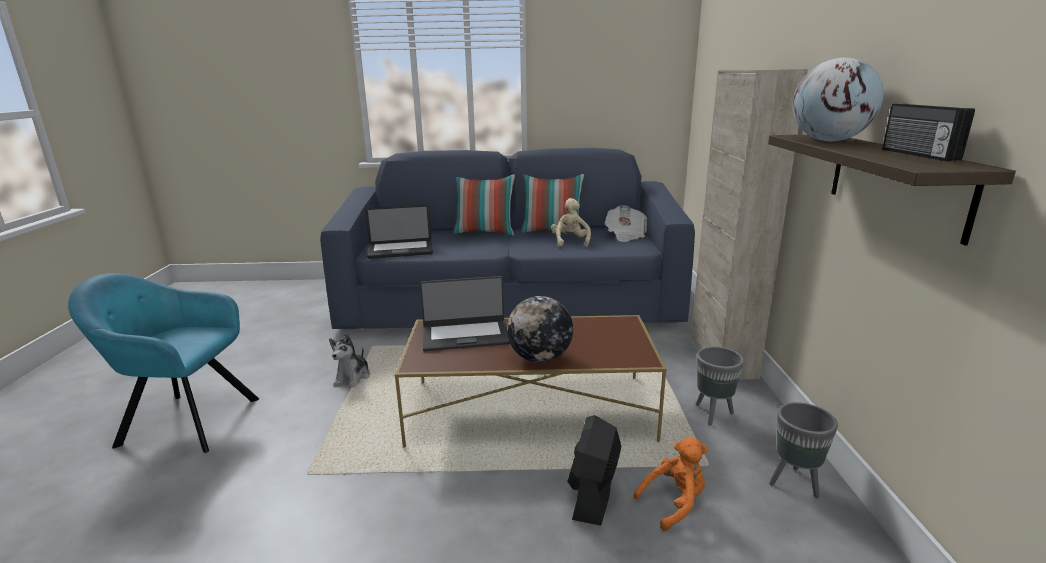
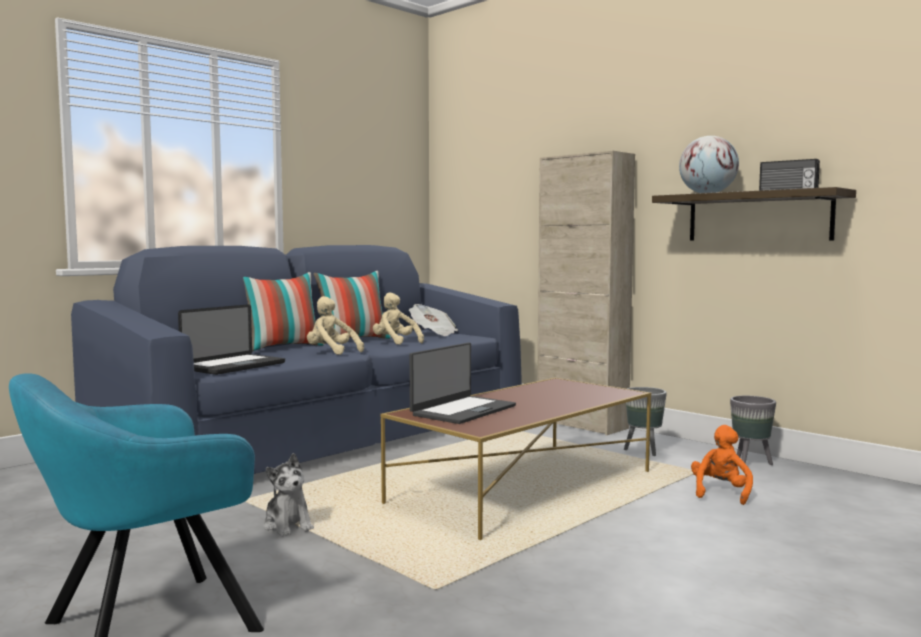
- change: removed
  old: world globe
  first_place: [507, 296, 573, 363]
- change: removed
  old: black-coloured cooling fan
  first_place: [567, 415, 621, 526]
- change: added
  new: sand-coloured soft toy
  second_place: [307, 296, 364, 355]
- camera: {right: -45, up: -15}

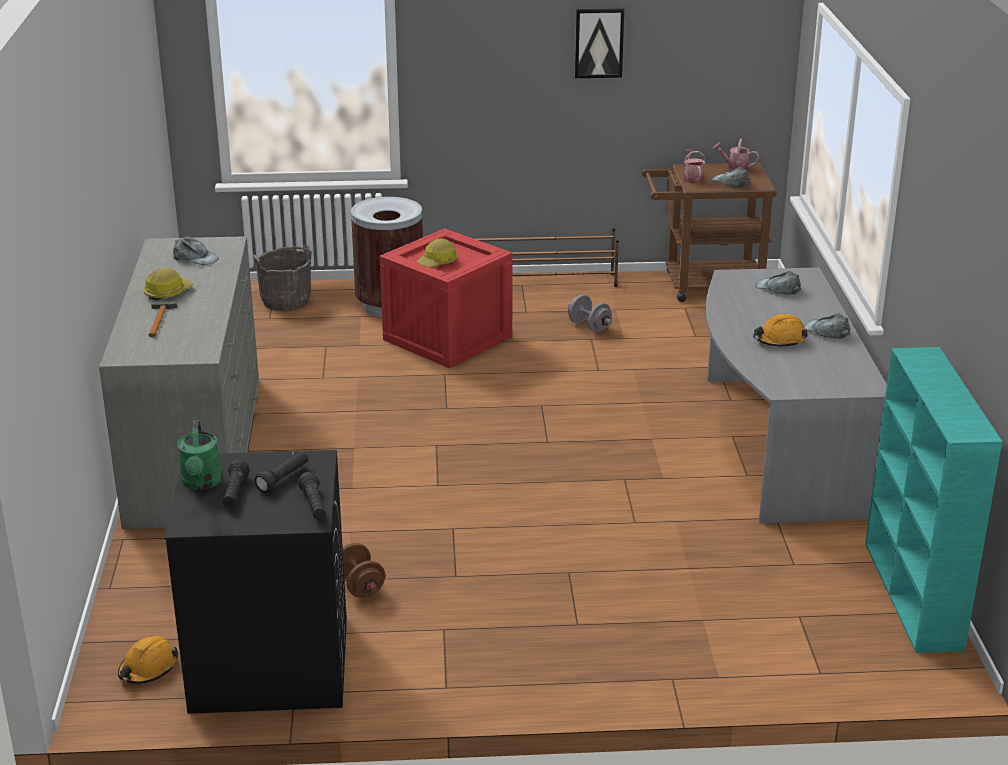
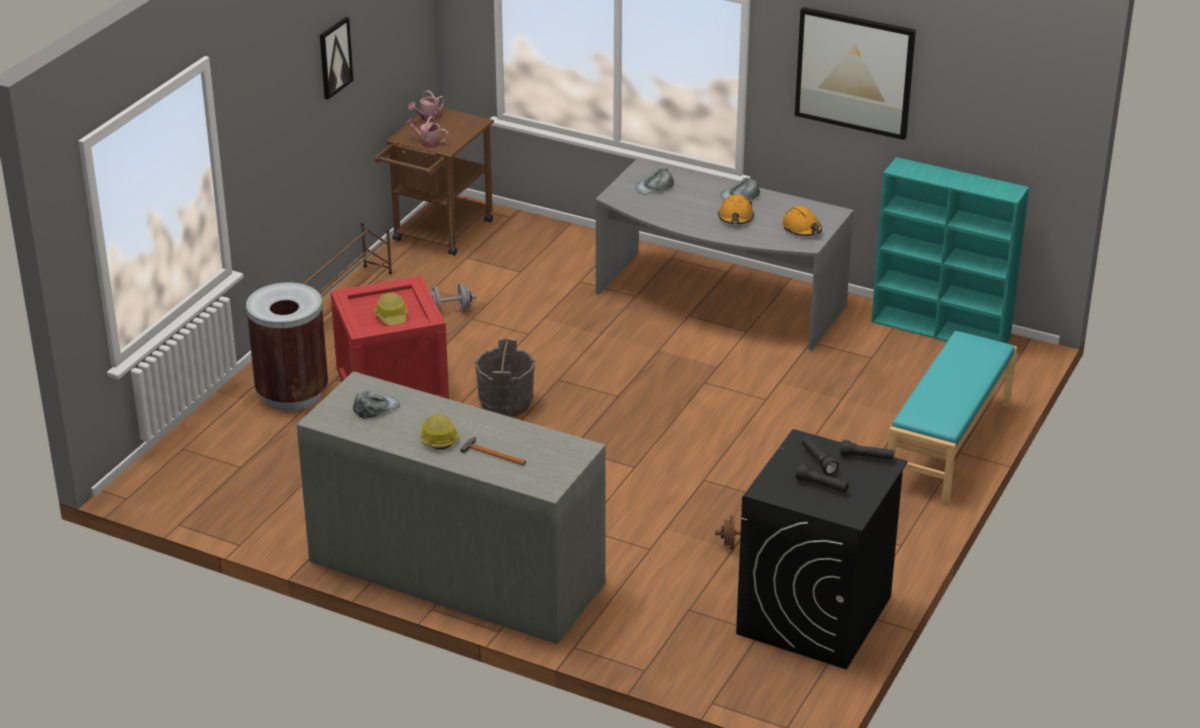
- change: removed
  old: greyish baseball cap
  first_place: [711, 167, 749, 187]
- change: moved
  old: greyish water bucket
  first_place: [253, 245, 312, 311]
  second_place: [475, 339, 535, 417]
- change: removed
  old: greenish watering pot
  first_place: [177, 420, 222, 490]
- change: moved
  old: orange hard hat
  first_place: [118, 636, 179, 684]
  second_place: [782, 206, 822, 236]
- change: added
  new: wall picture
  second_place: [795, 7, 916, 140]
- change: added
  new: turquoise-coloured indoor bench
  second_place: [888, 331, 1017, 507]
- camera: {right: -60, up: 5}

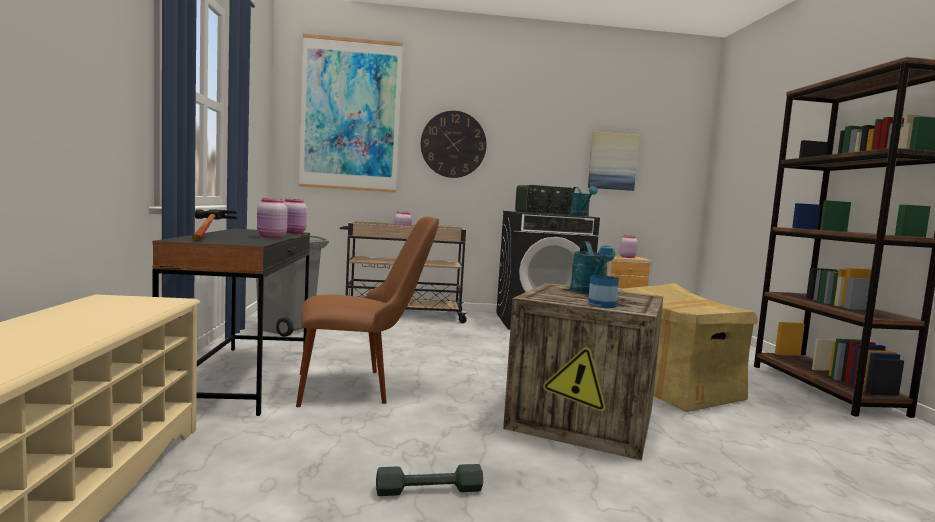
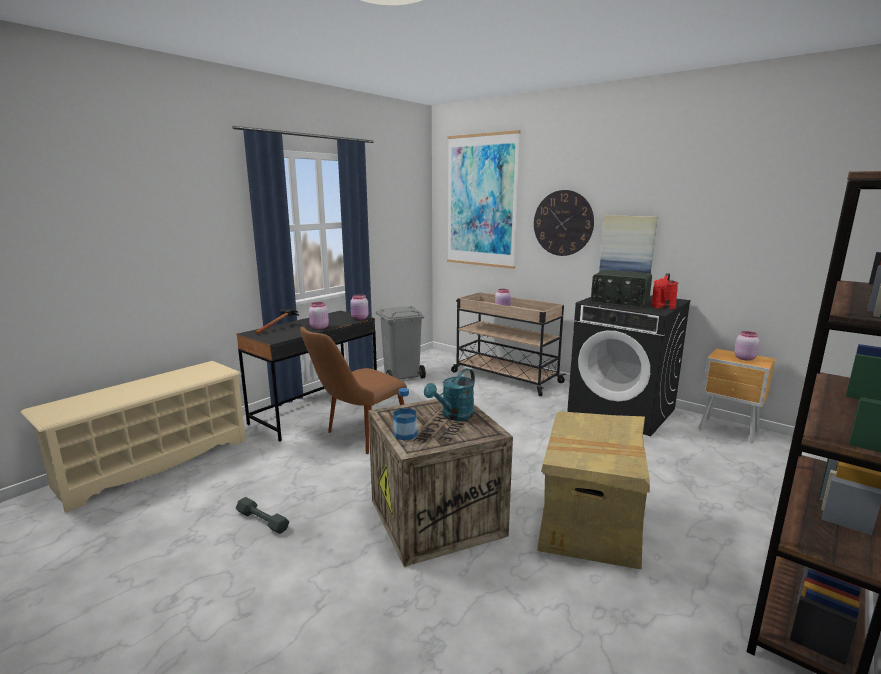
- change: moved
  old: wall picture
  first_place: [588, 132, 639, 191]
  second_place: [599, 215, 657, 274]
- change: recoloured
  old: turquoise-coloured watering pot
  new: reddish watering pot
  first_place: [570, 186, 598, 216]
  second_place: [651, 273, 678, 309]
- change: turned
  old: brown-coloured plain chair
  first_place: [296, 217, 439, 407]
  second_place: [300, 327, 407, 454]
  degrees: 105
- camera: {right: 45, up: 10}

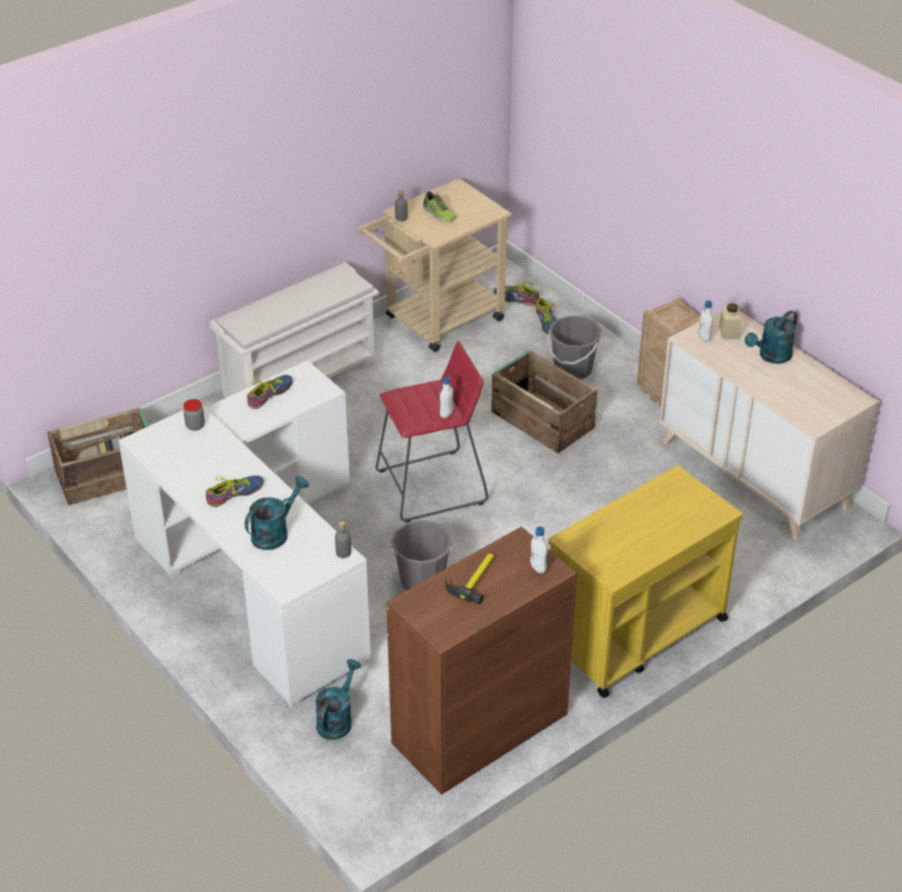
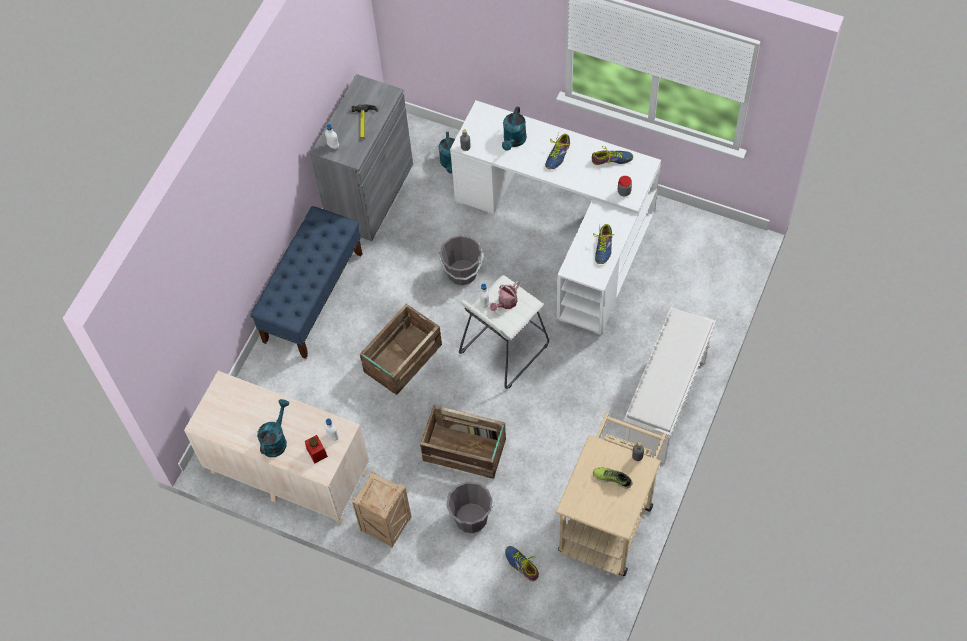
- change: moved
  old: item of footwear
  first_place: [494, 281, 539, 306]
  second_place: [592, 146, 633, 165]
- change: recoloured
  old: sand-coloured jar
  new: reddish jar
  first_place: [719, 303, 742, 339]
  second_place: [305, 435, 328, 464]
- change: recoloured
  old: reddish sitting stool
  new: white-coloured sitting stool
  first_place: [376, 341, 488, 523]
  second_place: [459, 275, 549, 389]
- change: moved
  old: packing crate
  first_place: [47, 408, 148, 505]
  second_place: [360, 304, 442, 395]
- change: replaced
  old: yellow-coloured cart
  new: blue-coloured indoor bench
  first_place: [548, 466, 742, 698]
  second_place: [250, 206, 362, 359]
- change: recoloured
  old: brown-coloured storage cabinet
  new: greyish storage cabinet
  first_place: [386, 526, 577, 795]
  second_place: [310, 74, 413, 241]
- change: added
  new: watering pot
  second_place: [490, 281, 520, 311]
- camera: {right: 155, up: 20}

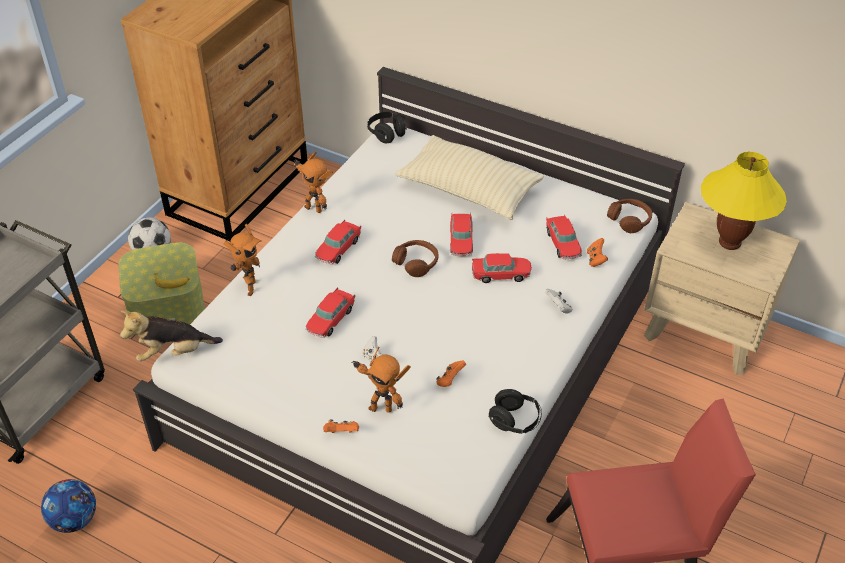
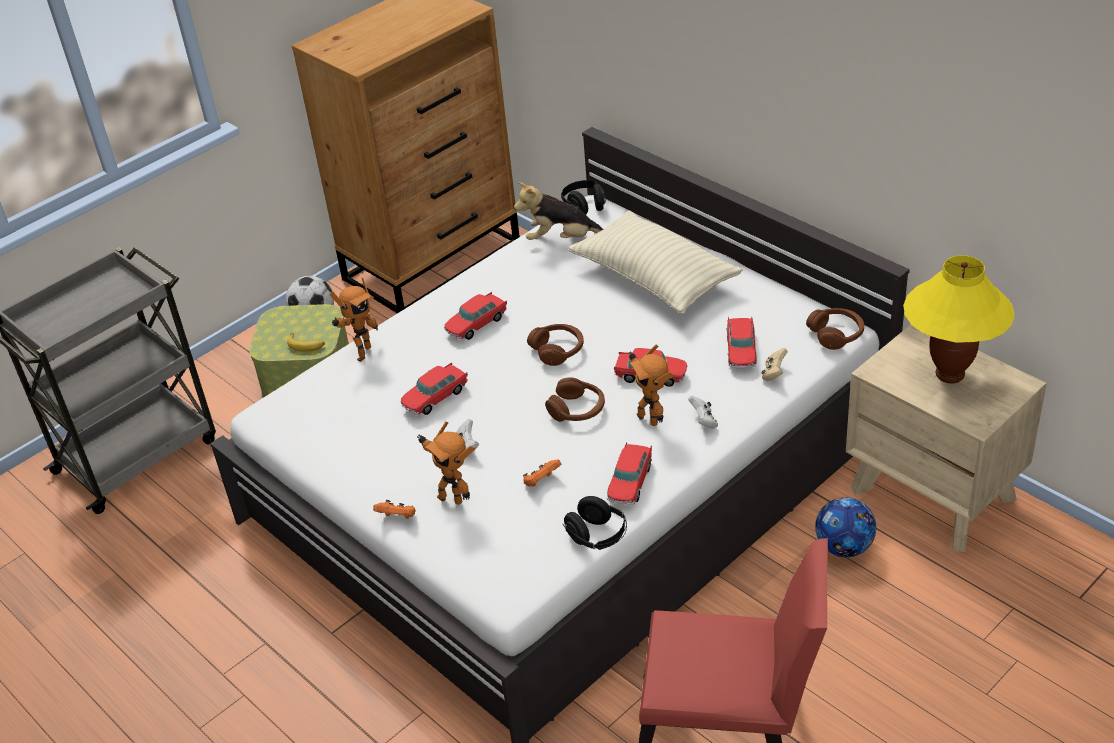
- change: moved
  old: toy robot
  first_place: [295, 152, 333, 213]
  second_place: [629, 345, 674, 426]
- change: moved
  old: model car
  first_place: [450, 213, 473, 256]
  second_place: [607, 442, 652, 505]
- change: recoloured
  old: orange game controller
  new: sand-coloured game controller
  first_place: [587, 238, 608, 267]
  second_place: [761, 348, 788, 381]
- change: moved
  old: soft toy
  first_place: [120, 310, 223, 361]
  second_place: [514, 182, 603, 240]
- change: moved
  old: football ball
  first_place: [41, 479, 96, 533]
  second_place: [815, 497, 876, 557]
- change: added
  new: brown-coloured headset
  second_place: [545, 378, 605, 422]
- camera: {right: 20, up: -5}

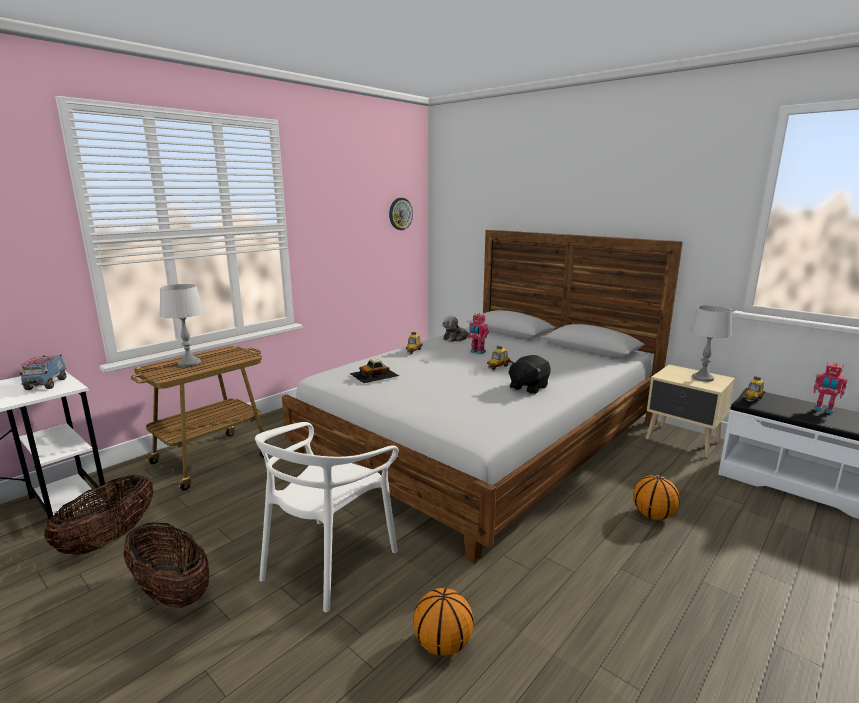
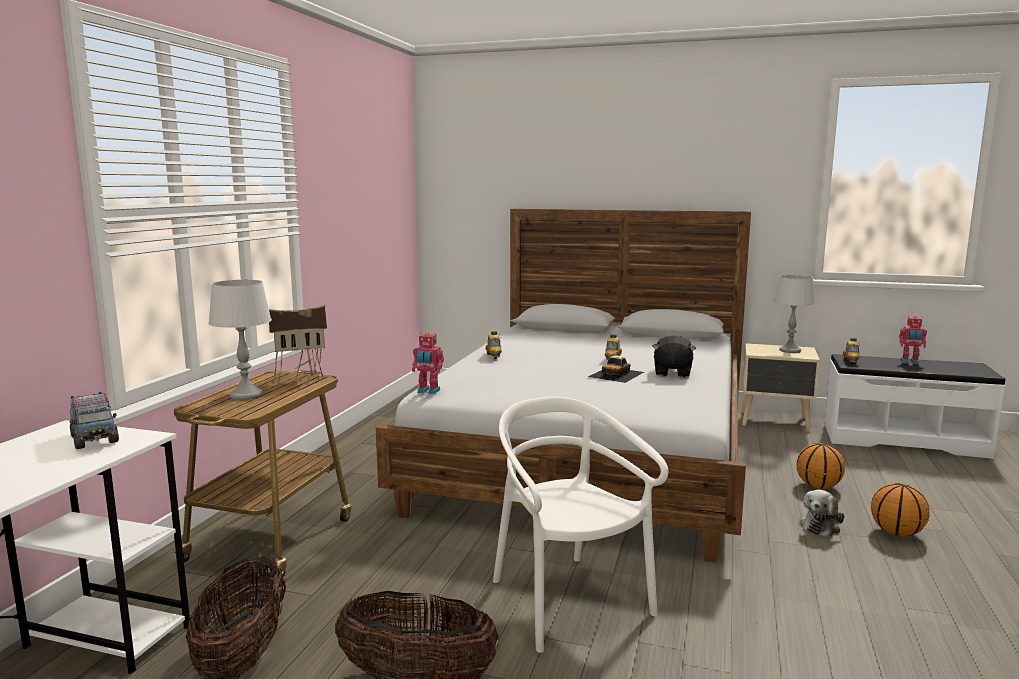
- change: removed
  old: hanging clock
  first_place: [389, 198, 413, 230]
- change: moved
  old: toy robot
  first_place: [467, 313, 489, 354]
  second_place: [412, 332, 444, 394]
- change: moved
  old: soft toy
  first_place: [442, 315, 471, 342]
  second_place: [799, 490, 844, 537]
- change: moved
  old: model car
  first_place: [349, 359, 399, 383]
  second_place: [588, 355, 644, 383]
- change: turned
  old: white-coloured plain chair
  first_place: [255, 422, 399, 612]
  second_place: [493, 396, 668, 653]
  degrees: 150
- change: moved
  old: ball for basketball
  first_place: [413, 588, 474, 656]
  second_place: [871, 483, 930, 537]
- change: added
  new: miniature house
  second_place: [269, 305, 327, 384]
- camera: {right: -25, up: -5}

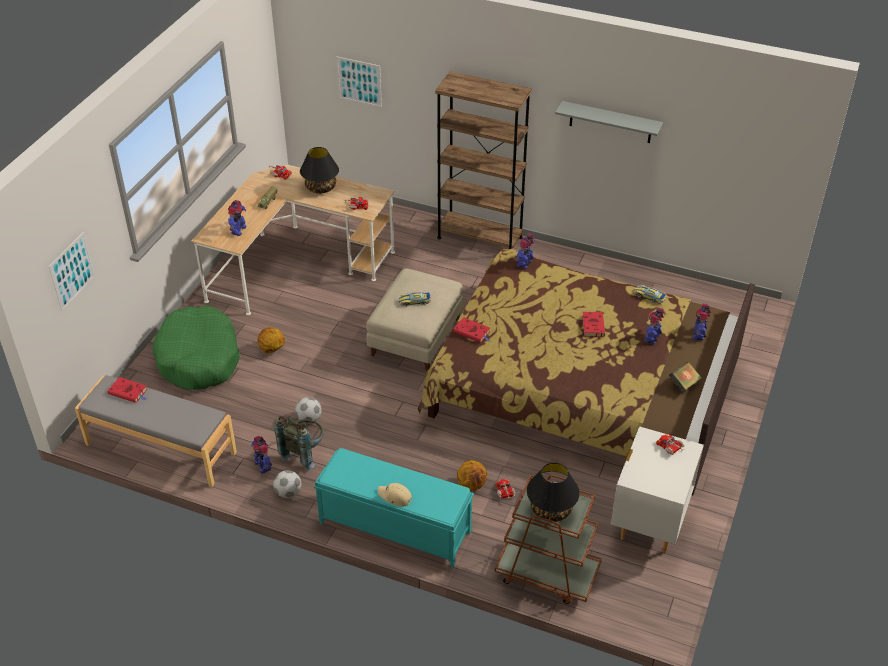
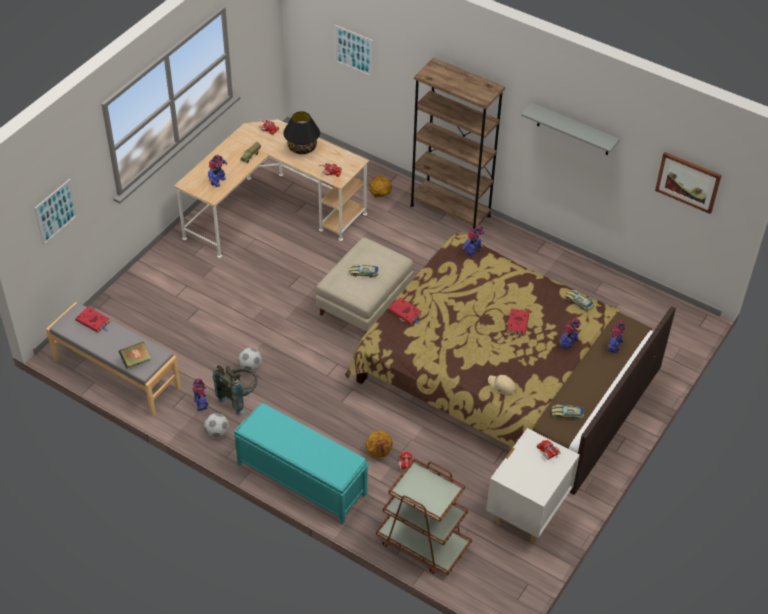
- change: removed
  old: greenish pet bed
  first_place: [153, 306, 240, 390]
- change: moved
  old: ball for basketball
  first_place: [258, 327, 285, 353]
  second_place: [369, 175, 392, 197]
- change: moved
  old: book
  first_place: [669, 362, 701, 392]
  second_place: [118, 341, 151, 369]
- change: removed
  old: black-coloured table lamp
  first_place: [527, 463, 580, 522]
- change: moved
  old: sand-coloured baseball cap
  first_place: [378, 483, 412, 507]
  second_place: [488, 375, 516, 396]
- change: added
  new: wall picture
  second_place: [655, 152, 722, 214]
- change: added
  new: model car
  second_place: [551, 405, 584, 420]
- camera: {right: 10, up: 5}

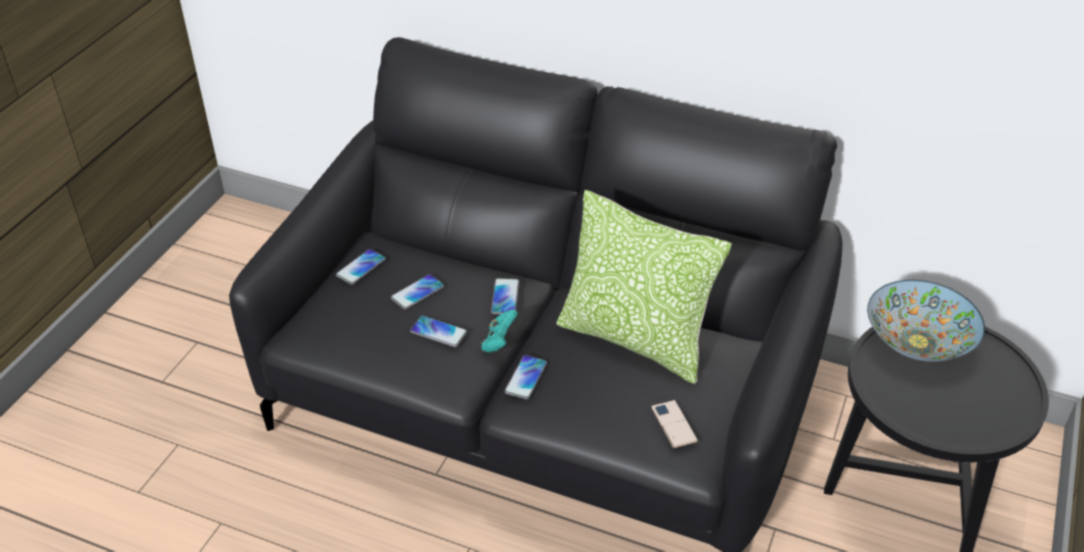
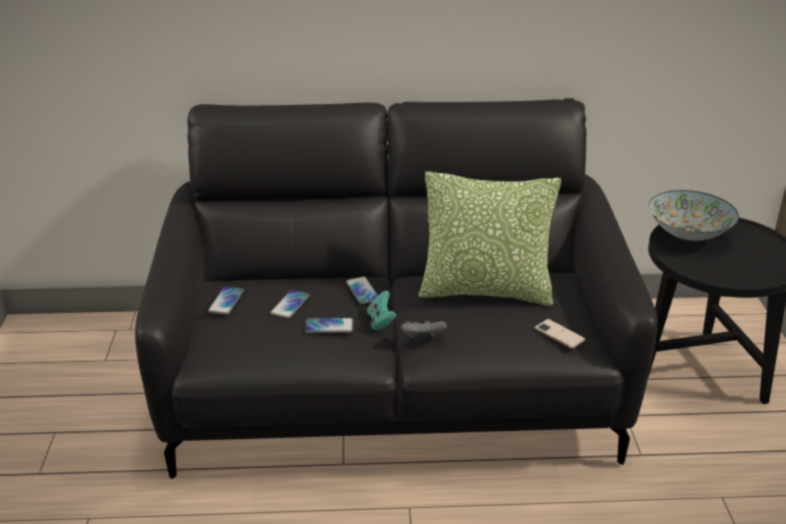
- change: replaced
  old: telephone
  new: greyish game controller
  first_place: [504, 355, 547, 399]
  second_place: [401, 320, 447, 338]
- camera: {right: -25, up: -10}

